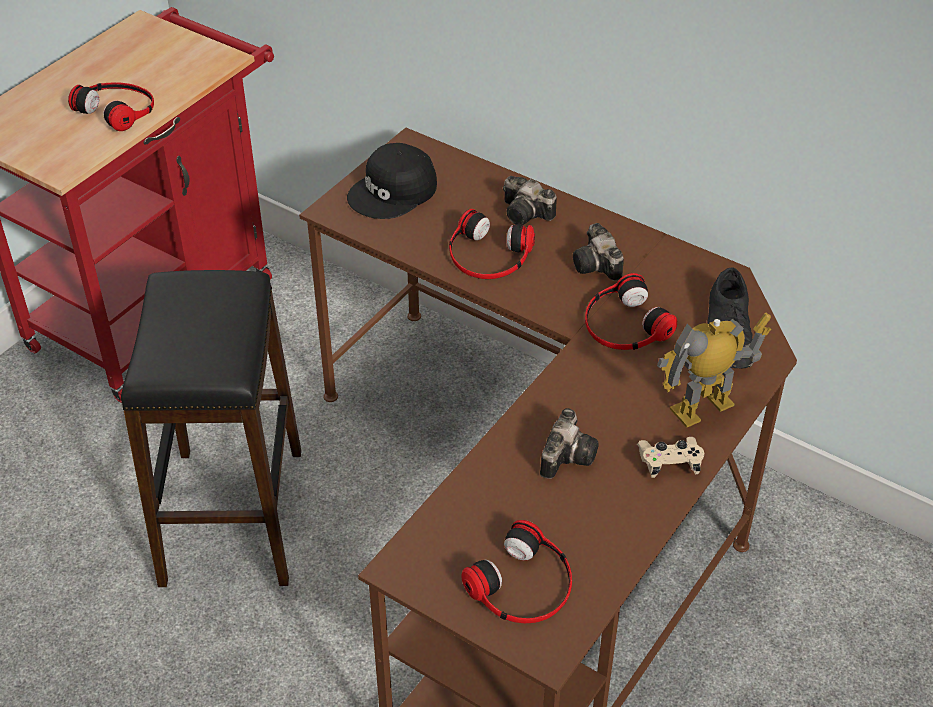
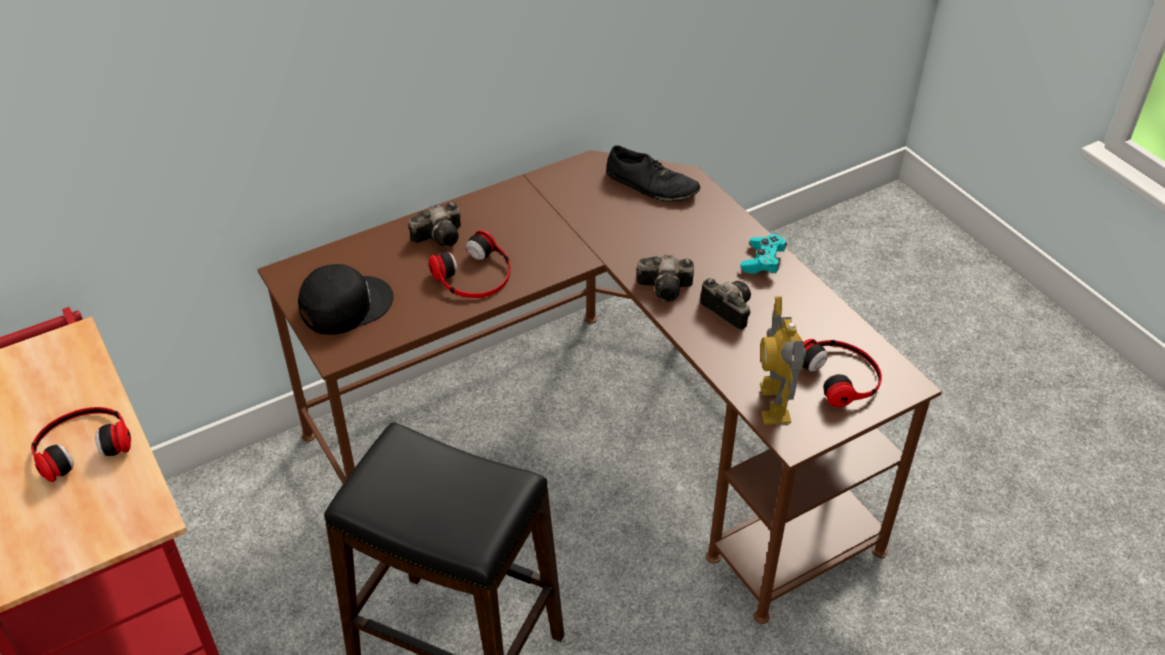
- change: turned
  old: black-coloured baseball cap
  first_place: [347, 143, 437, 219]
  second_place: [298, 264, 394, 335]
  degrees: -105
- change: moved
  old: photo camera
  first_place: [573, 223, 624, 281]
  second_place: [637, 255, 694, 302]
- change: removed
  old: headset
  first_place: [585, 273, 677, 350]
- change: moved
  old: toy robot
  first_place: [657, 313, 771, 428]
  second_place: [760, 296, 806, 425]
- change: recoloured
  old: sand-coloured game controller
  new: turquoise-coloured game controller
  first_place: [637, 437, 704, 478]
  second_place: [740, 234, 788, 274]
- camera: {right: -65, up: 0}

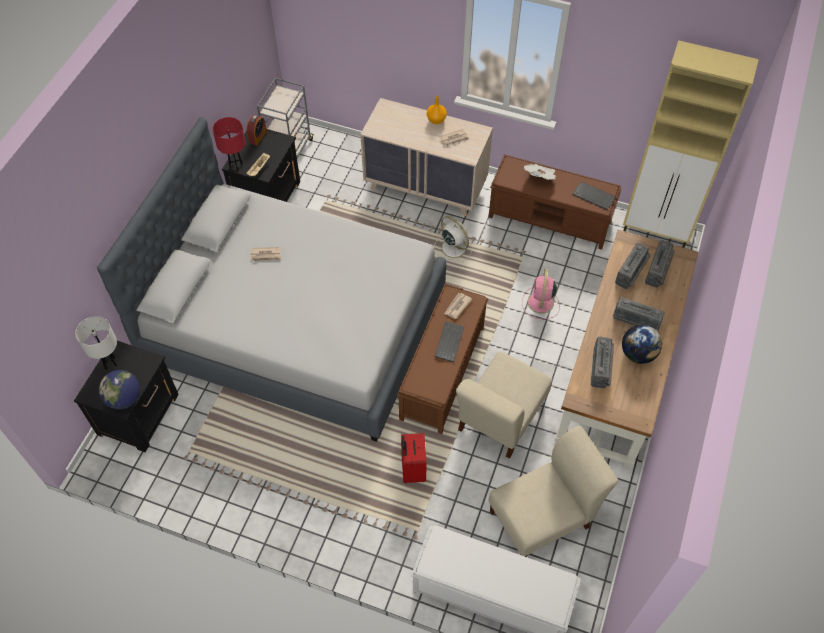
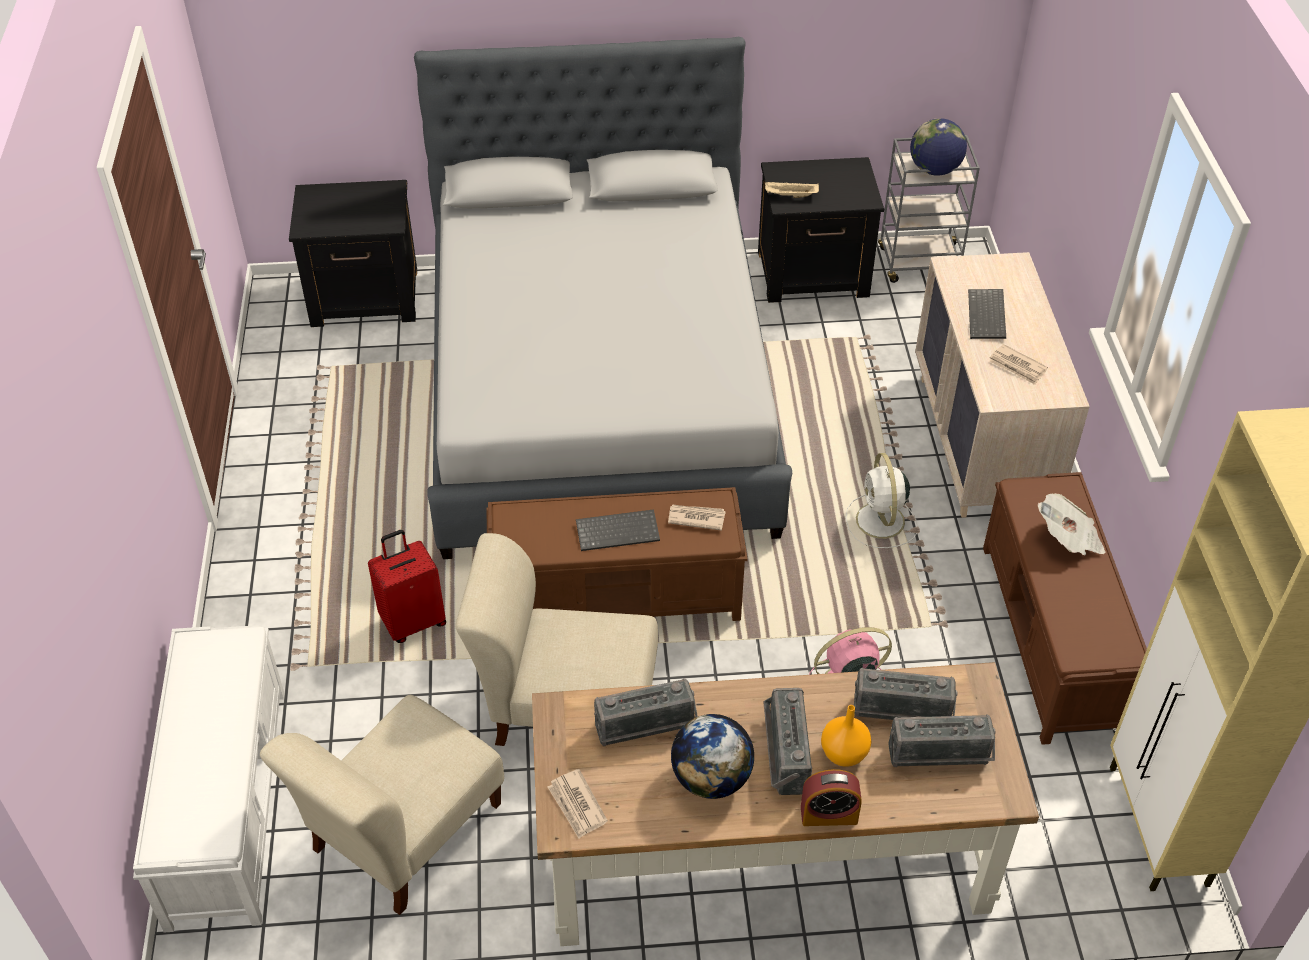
- change: moved
  old: orange vase
  first_place: [427, 96, 447, 124]
  second_place: [821, 705, 871, 767]
- change: moved
  old: table clock
  first_place: [247, 115, 267, 146]
  second_place: [801, 769, 862, 826]
- change: removed
  old: reddish table lamp
  first_place: [212, 117, 245, 171]
- change: moved
  old: keyboard
  first_place: [572, 181, 616, 210]
  second_place: [968, 289, 1006, 339]
- change: turned
  old: white-coloured cooling fan
  first_place: [434, 216, 473, 263]
  second_place: [845, 453, 918, 548]
  degrees: 150
- change: moved
  old: printed paper
  first_place: [251, 247, 281, 262]
  second_place: [548, 769, 608, 838]
- change: removed
  old: white-coloured table lamp
  first_place: [75, 316, 117, 370]
- change: moved
  old: world globe
  first_place: [99, 370, 140, 409]
  second_place: [910, 118, 967, 176]
- change: turned
  old: sand-coloured plain chair
  first_place: [489, 426, 618, 557]
  second_place: [260, 694, 504, 915]
  degrees: 90
- camera: {right: 65, up: -10}

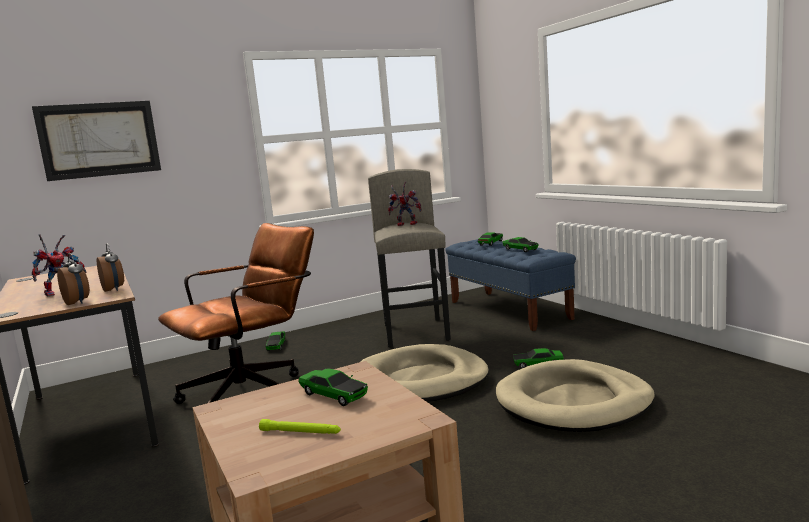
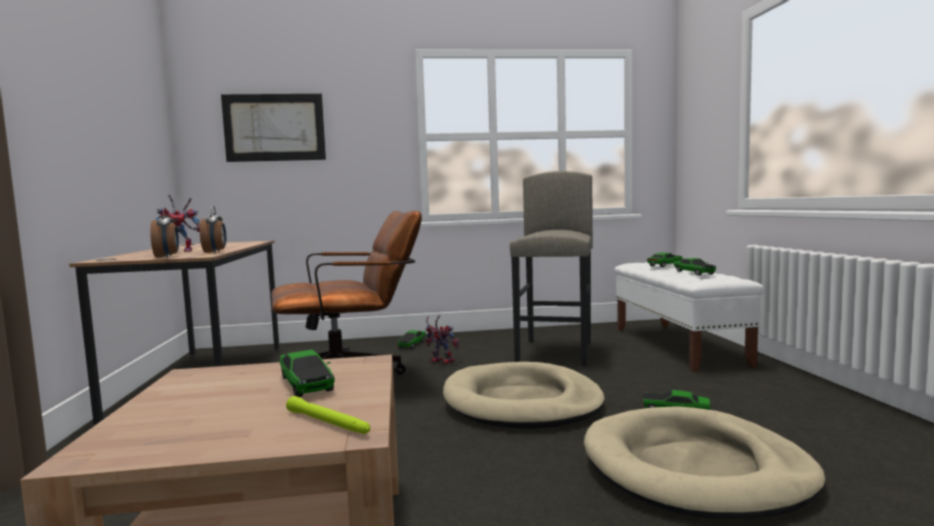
- change: moved
  old: toy robot
  first_place: [388, 181, 422, 226]
  second_place: [425, 315, 460, 364]
- change: recoloured
  old: blue-coloured indoor bench
  new: white-coloured indoor bench
  first_place: [445, 239, 576, 331]
  second_place: [614, 262, 764, 372]
- change: moved
  old: greenish flashlight
  first_place: [259, 419, 341, 434]
  second_place: [286, 396, 370, 434]
- camera: {right: 20, up: -5}

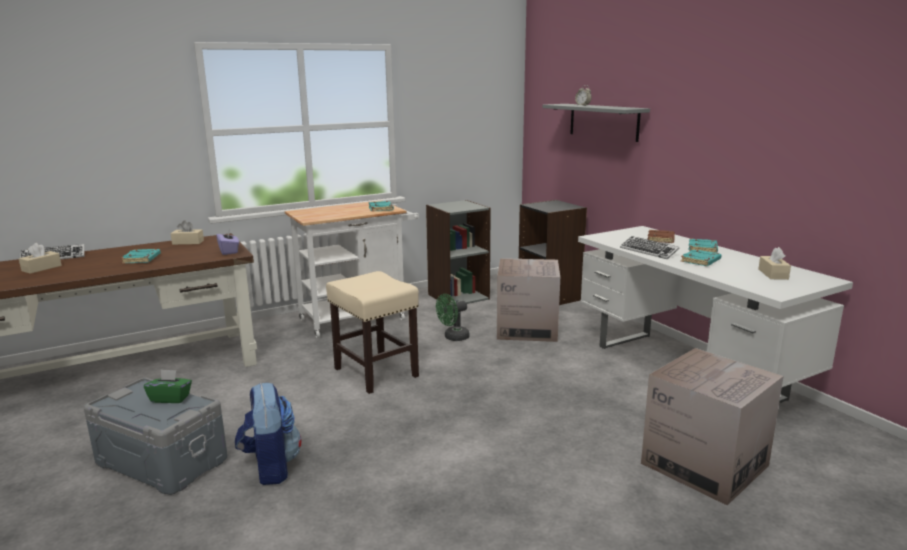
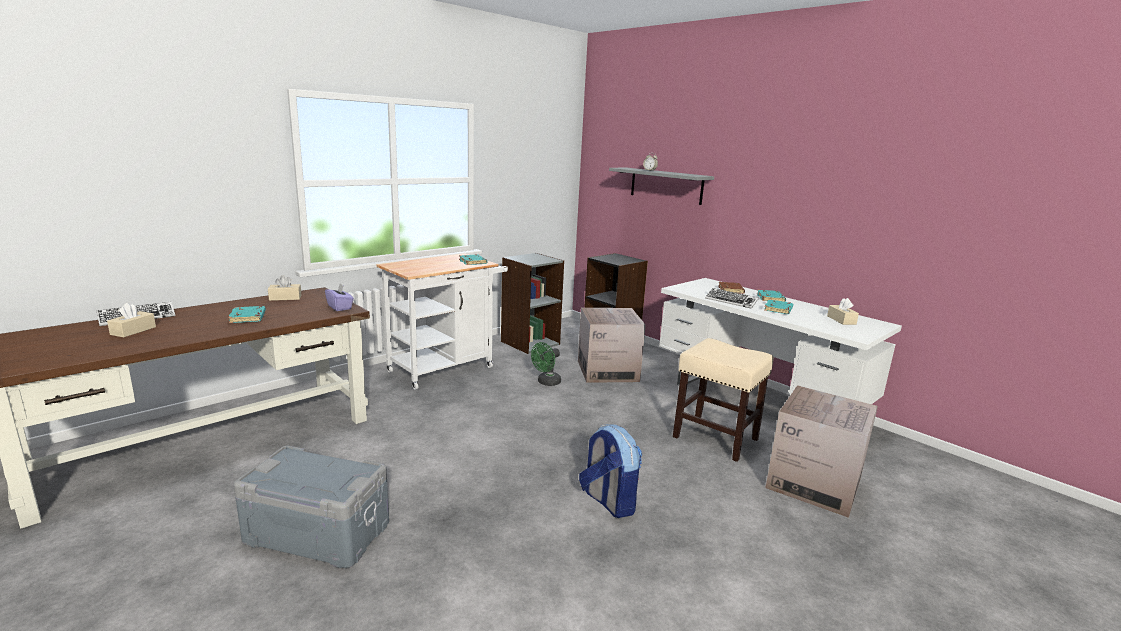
- change: moved
  old: sand-coloured sitting stool
  first_place: [326, 271, 419, 394]
  second_place: [673, 338, 774, 462]
- change: removed
  old: greenish tissue holder
  first_place: [144, 369, 192, 403]
- change: moved
  old: rucksack
  first_place: [235, 383, 302, 485]
  second_place: [579, 424, 642, 518]
- camera: {right: -15, up: 0}

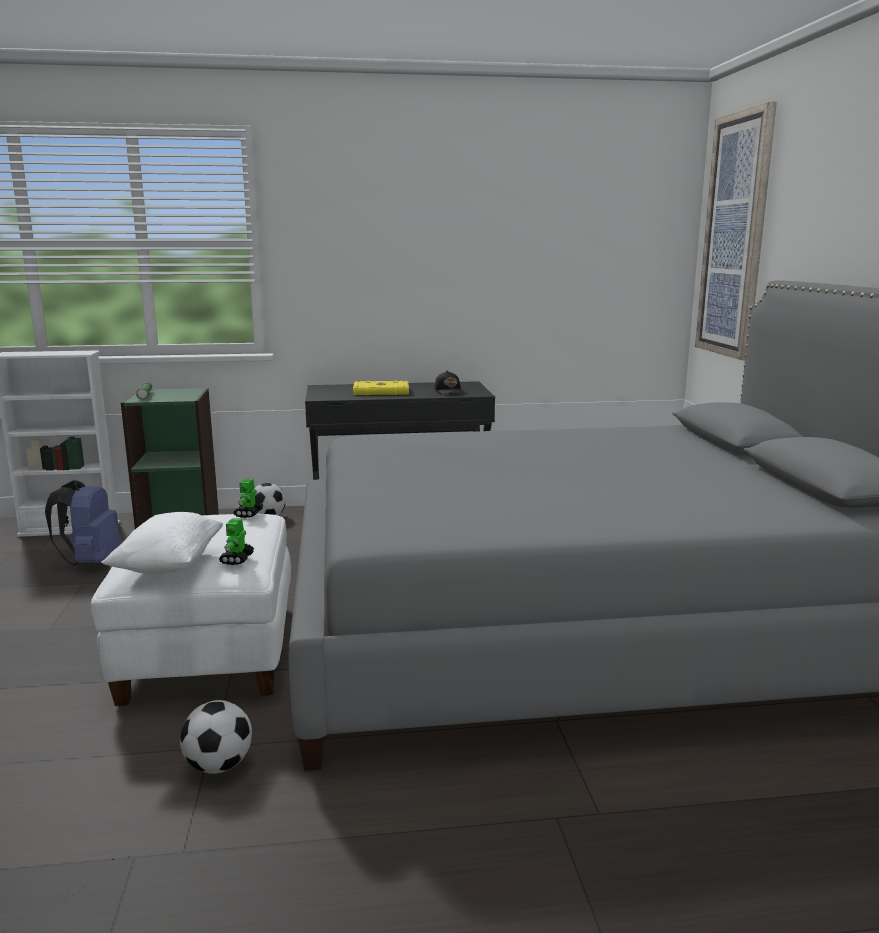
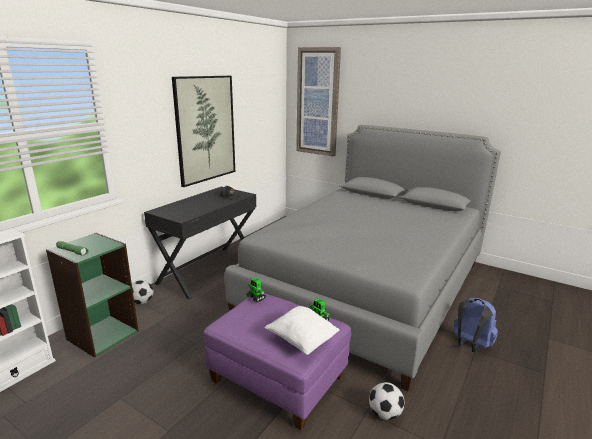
- change: removed
  old: yellow-coloured book
  first_place: [353, 381, 409, 395]
- change: moved
  old: blue-coloured rucksack
  first_place: [45, 480, 122, 566]
  second_place: [453, 297, 498, 352]
- change: recoloured
  old: white-coloured ottoman
  new: purple ottoman
  first_place: [91, 513, 291, 706]
  second_place: [203, 293, 351, 430]
- change: added
  new: wall picture
  second_place: [172, 76, 235, 187]
- camera: {right: -50, up: 5}

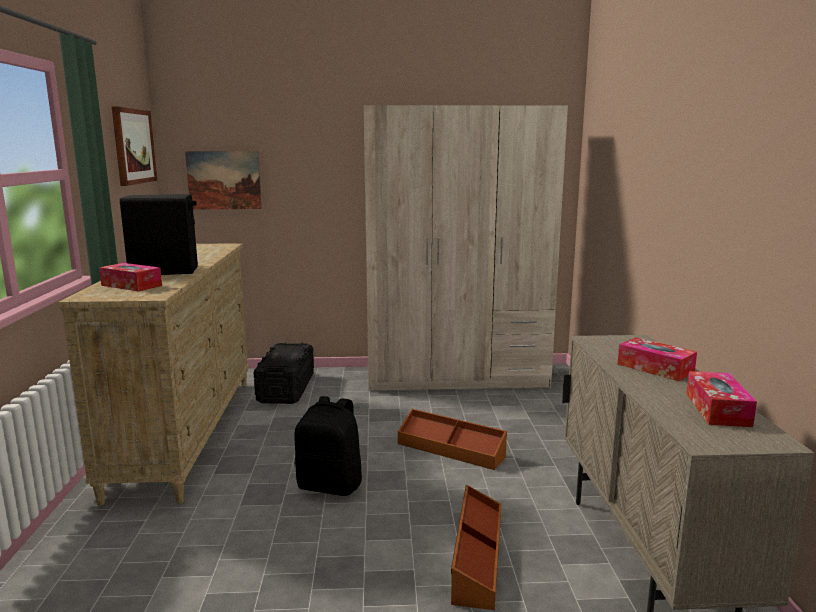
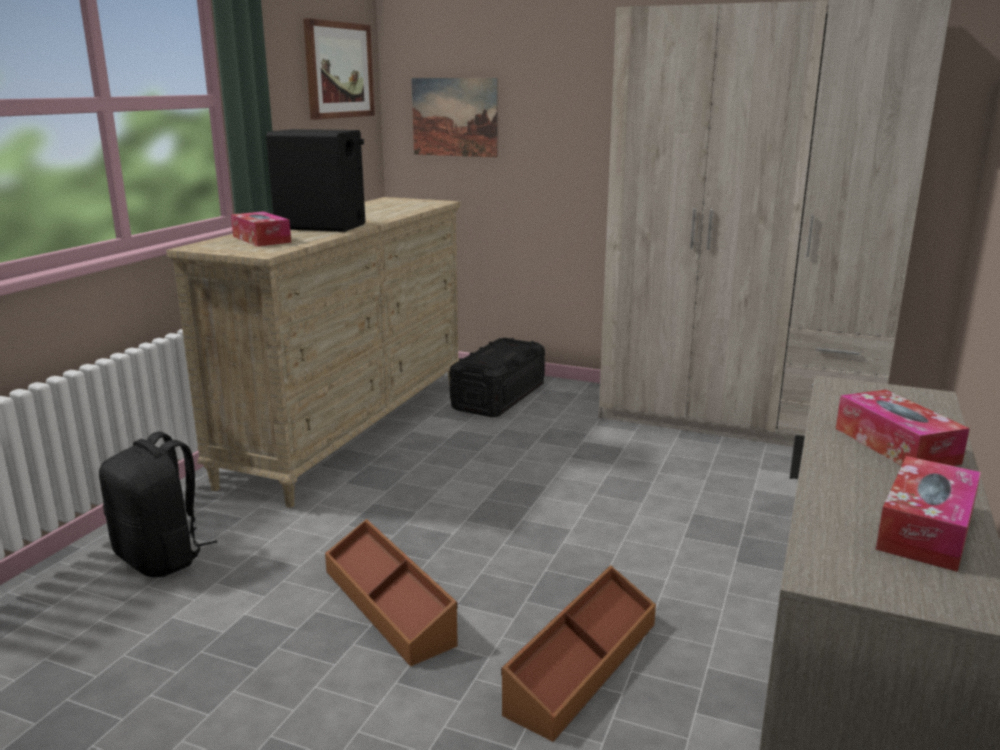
- change: moved
  old: black-coloured rucksack
  first_place: [294, 396, 362, 496]
  second_place: [99, 432, 217, 577]
- change: moved
  old: brown-coloured storage container
  first_place: [398, 409, 507, 470]
  second_place: [325, 519, 458, 667]
- camera: {right: 25, up: 5}

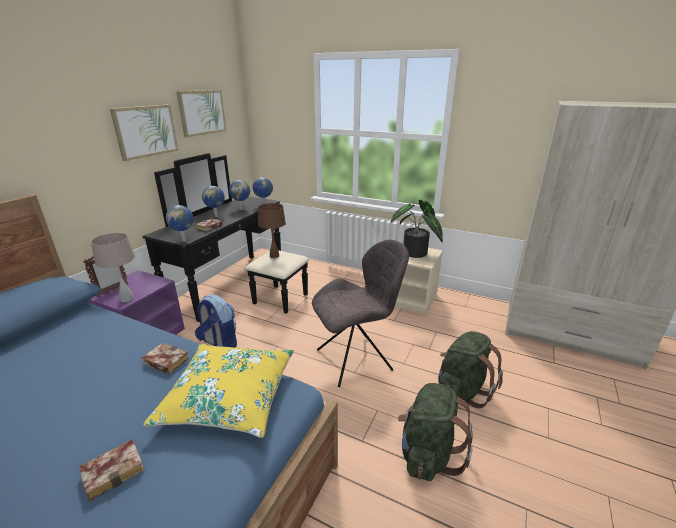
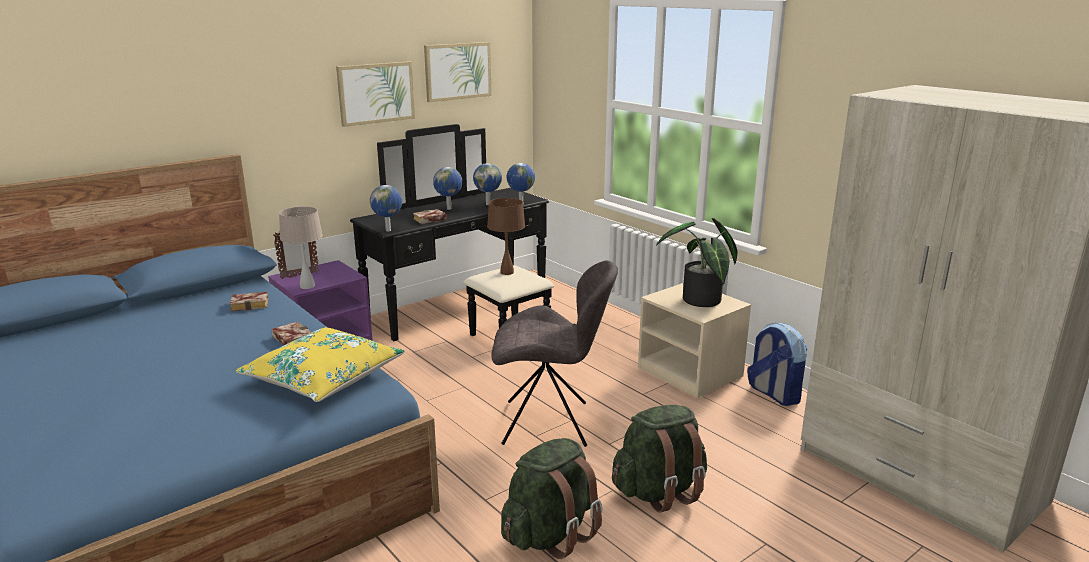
- change: moved
  old: rucksack
  first_place: [195, 294, 237, 348]
  second_place: [747, 323, 807, 406]
- change: moved
  old: book
  first_place: [79, 439, 145, 501]
  second_place: [230, 292, 268, 312]
- camera: {right: 25, up: -5}

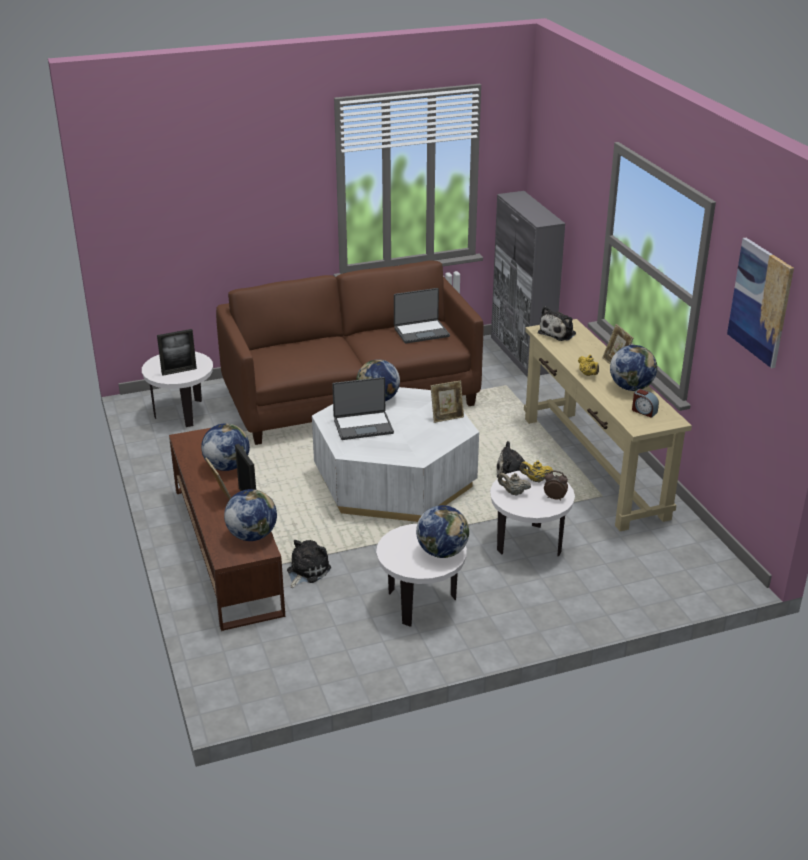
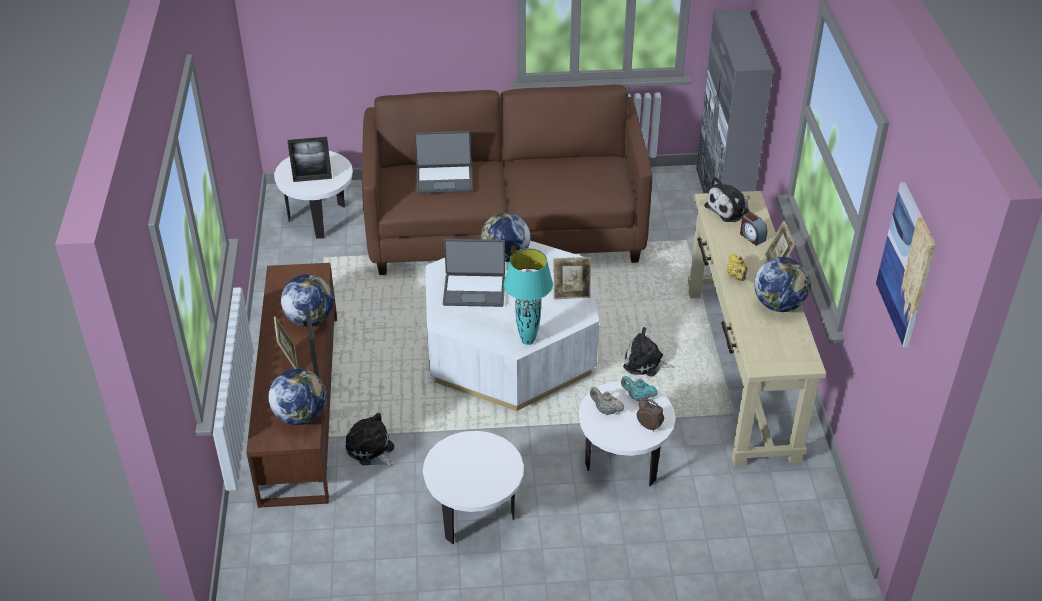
- change: moved
  old: laptop
  first_place: [394, 288, 450, 343]
  second_place: [415, 131, 473, 194]
- change: moved
  old: table clock
  first_place: [632, 389, 659, 418]
  second_place: [740, 212, 768, 246]
- change: recoloured
  old: yellow-coloured tea pot
  new: turquoise-coloured tea pot
  first_place: [520, 461, 553, 482]
  second_place: [621, 376, 658, 402]
- change: removed
  old: world globe
  first_place: [416, 505, 469, 558]
- change: turned
  old: soft toy
  first_place: [287, 540, 331, 588]
  second_place: [345, 413, 395, 467]
  degrees: -90
- change: added
  new: turquoise-coloured table lamp
  second_place: [504, 248, 553, 345]
- camera: {right: 15, up: 10}

